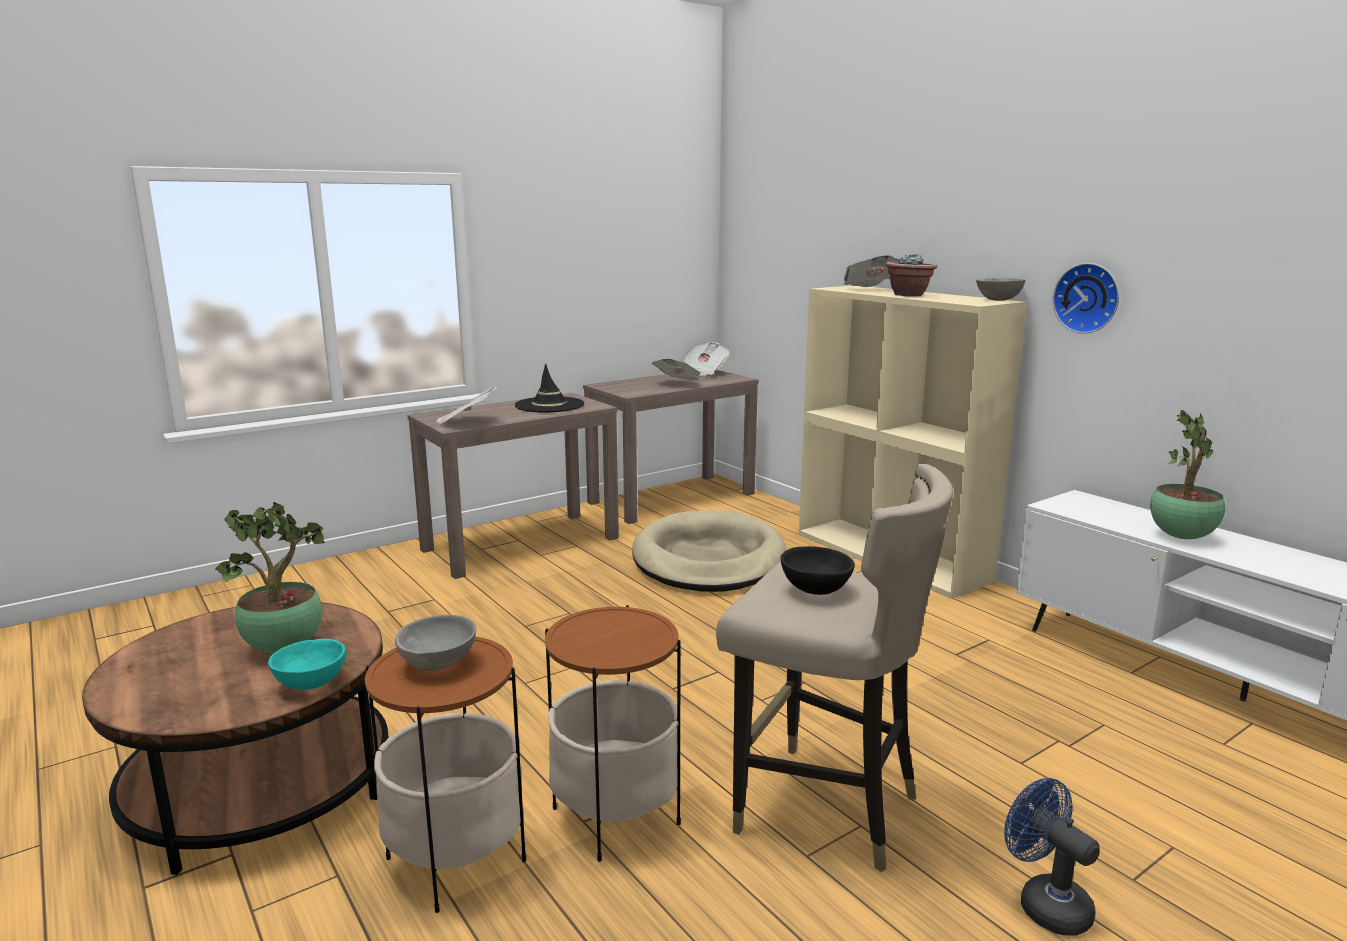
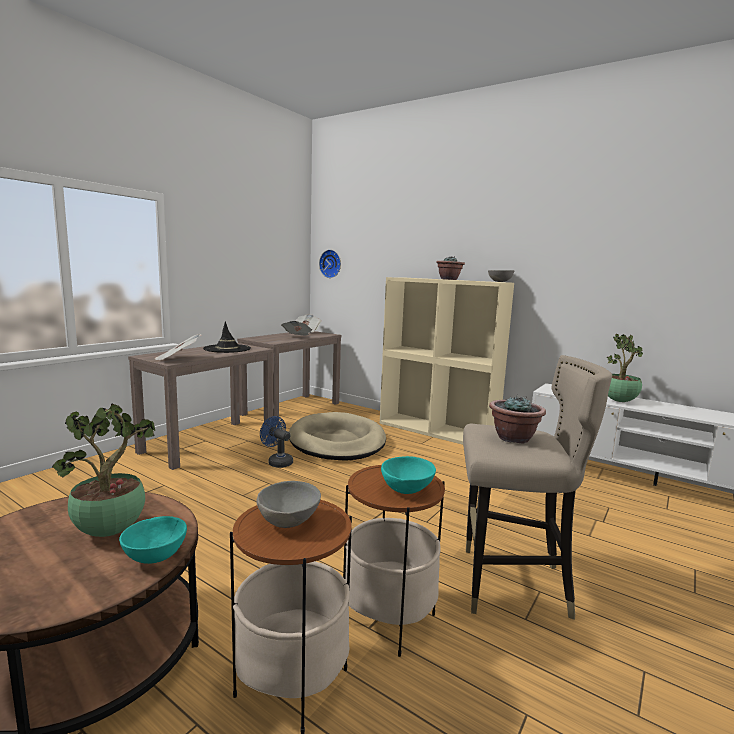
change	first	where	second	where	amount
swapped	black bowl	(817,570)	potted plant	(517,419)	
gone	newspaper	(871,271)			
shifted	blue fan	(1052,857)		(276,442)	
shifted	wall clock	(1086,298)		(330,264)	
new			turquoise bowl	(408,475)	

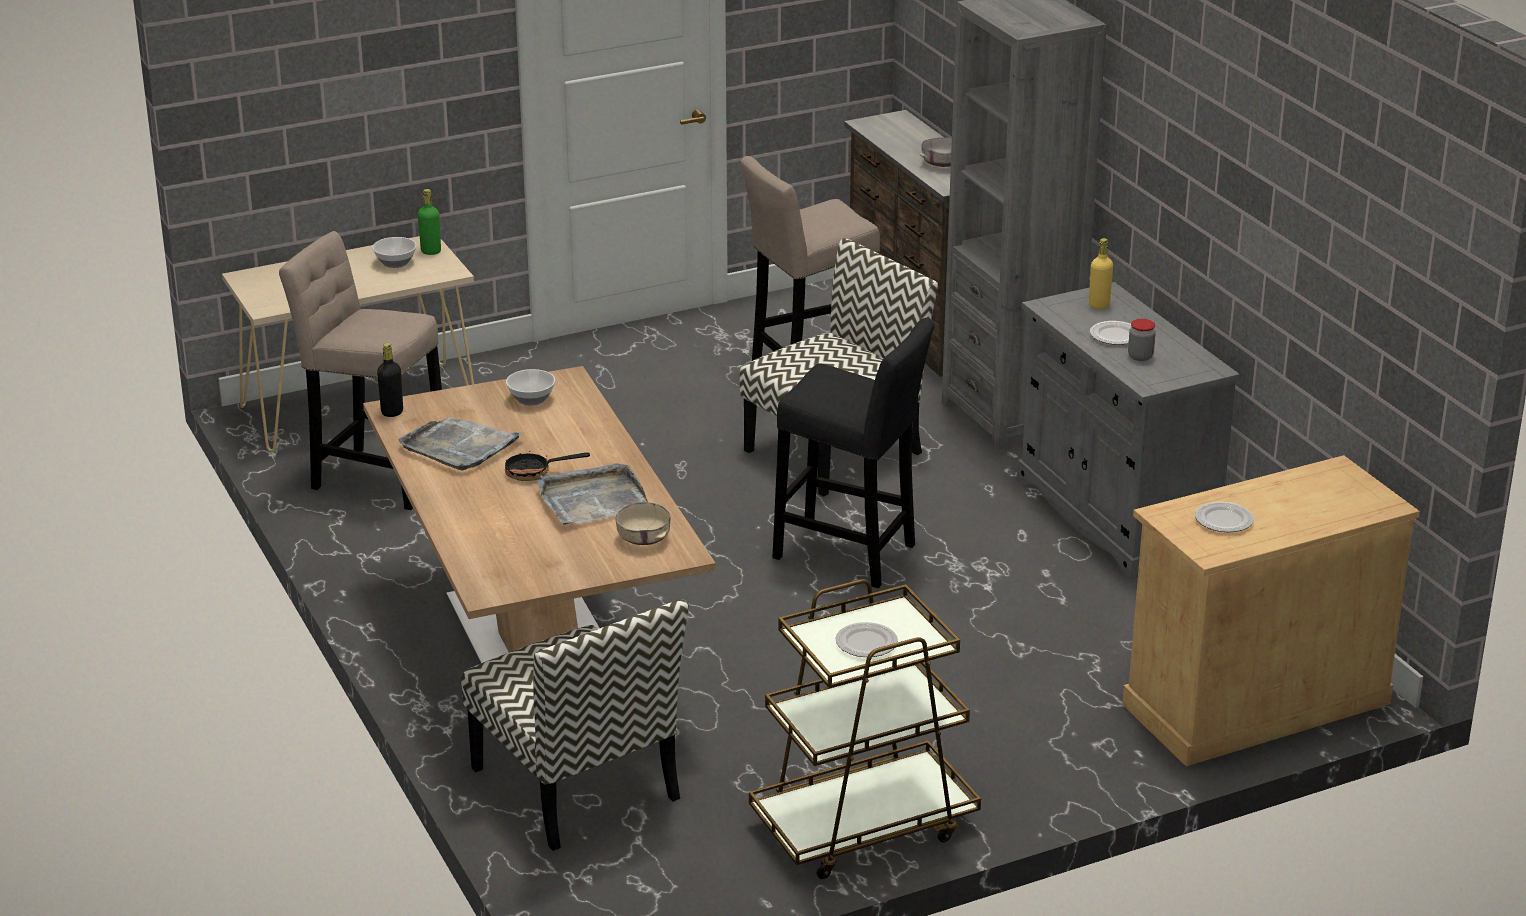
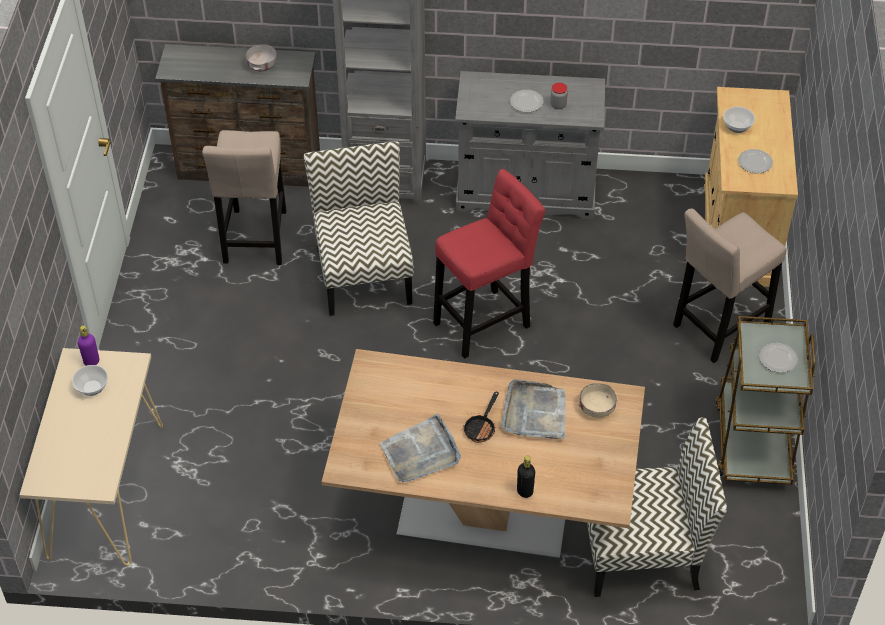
change	first	where	second	where	amount
shifted	beige stool	(360,370)		(730,286)	
shifted	black bottle	(390,380)		(526,477)	
repainted	green bottle	(429,222)	purple bottle	(88,345)	
shifted	bowl	(530,387)		(739,120)	
repainted	black stool	(853,453)	red stool	(489,263)	
gone	yellow bottle	(1101,273)			

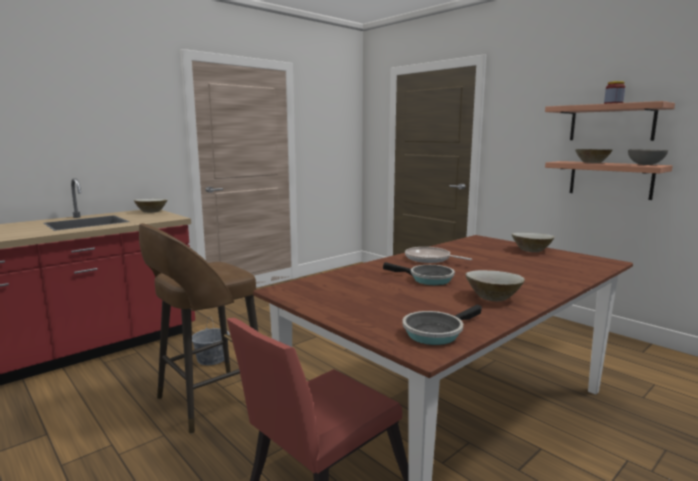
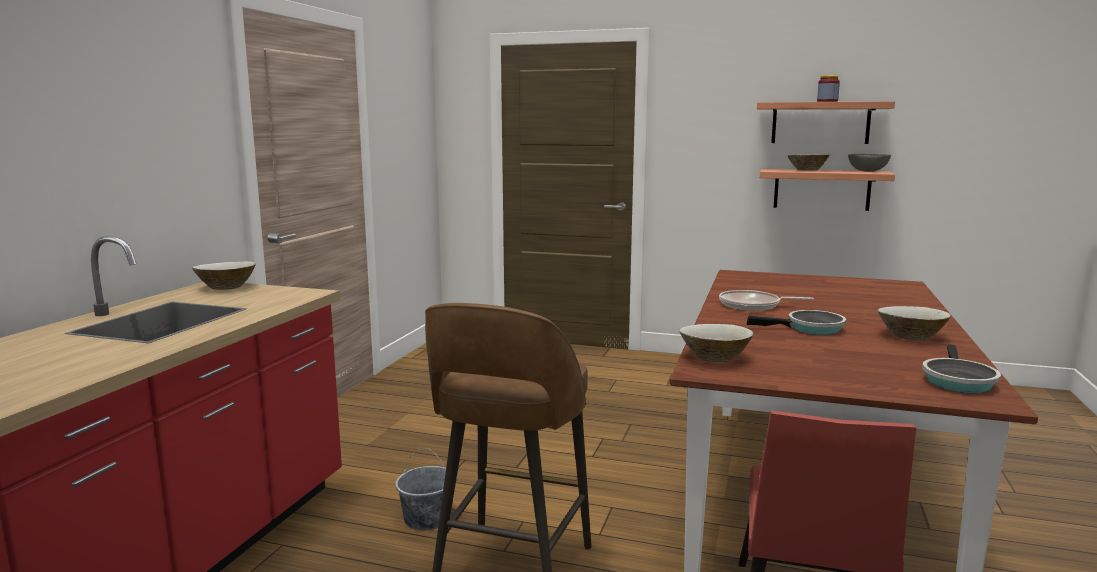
change	first	where	second	where	amount
shifted	beige bowl	(533,242)		(717,343)	

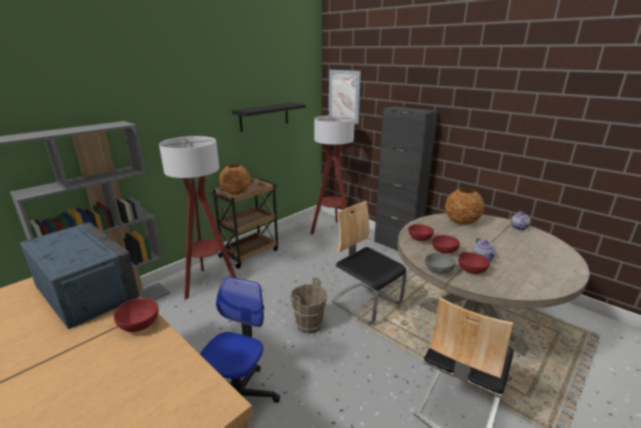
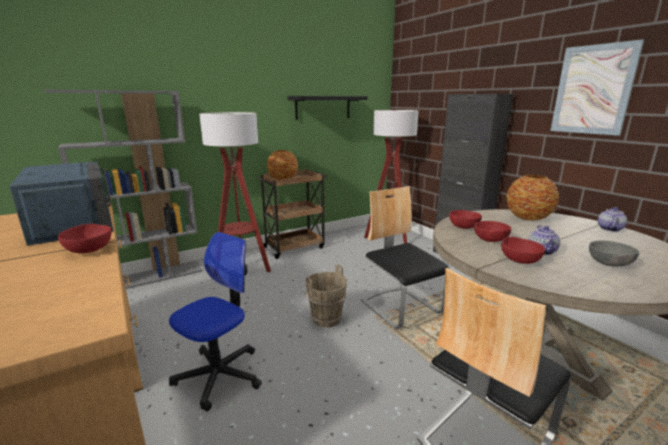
change	first	where	second	where	amount
shifted	picture	(345,97)		(597,87)	
shifted	grey bowl	(440,263)		(614,253)	

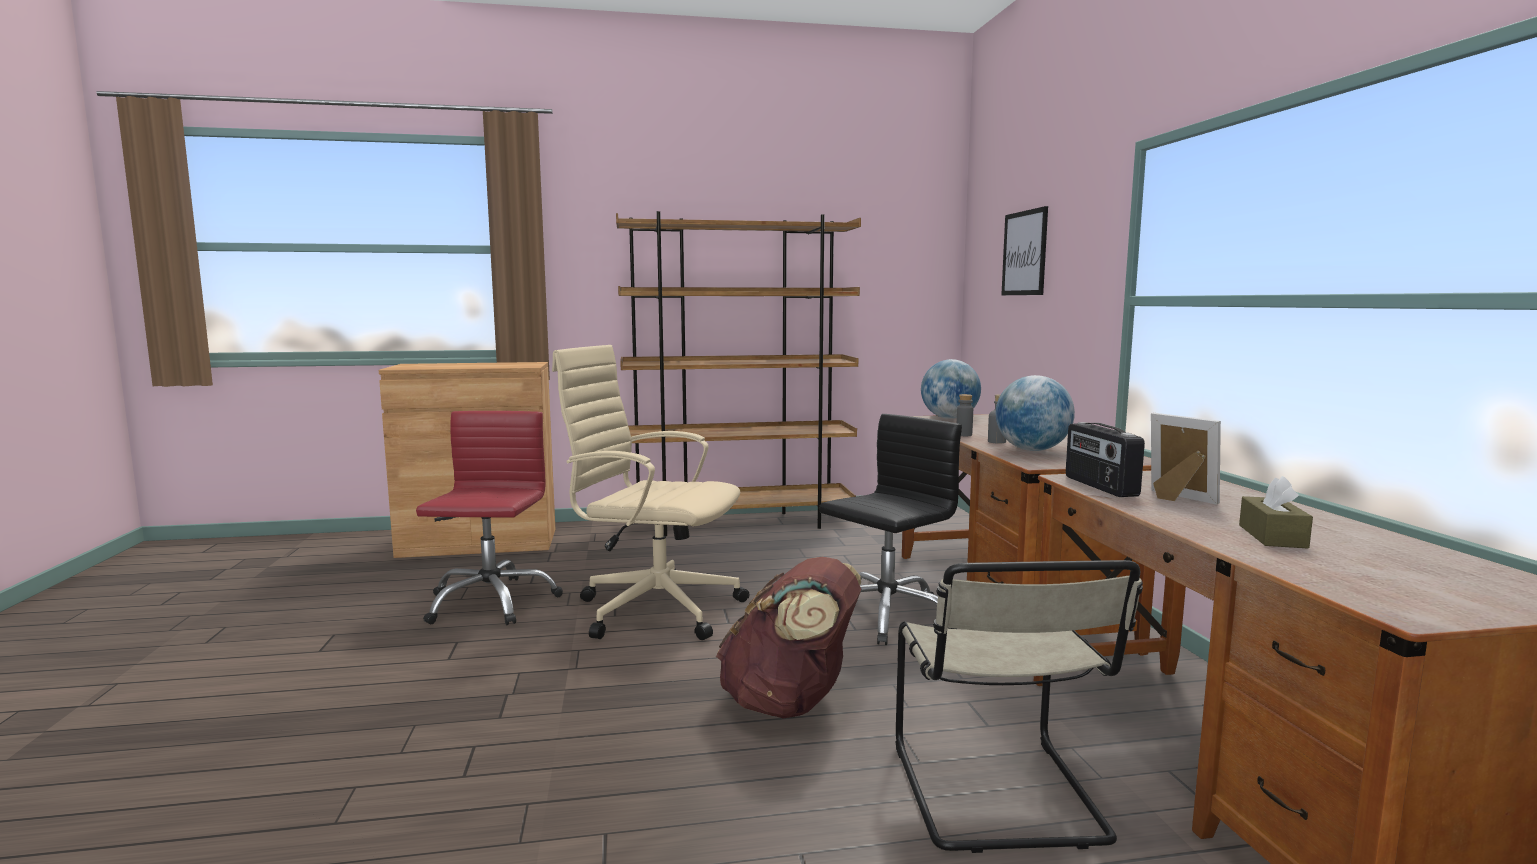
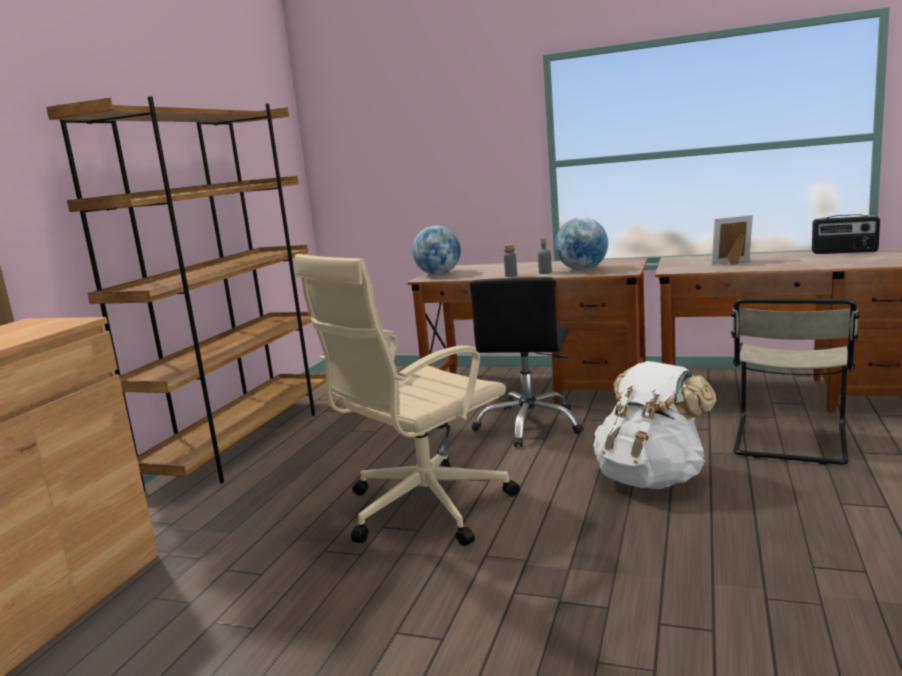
change	first	where	second	where	amount
gone	red office chair	(489,518)			
repainted	brown backpack	(788,638)	white backpack	(654,425)	
rotated	black office chair	(890,529)		(526,362)	150 degrees counterclockwise
rotated	beige chair	(1019,706)		(795,381)	90 degrees clockwise
gone	picture	(1024,250)			
shifted	radio	(1105,459)		(846,234)	
gone	brown tissue box	(1276,512)			

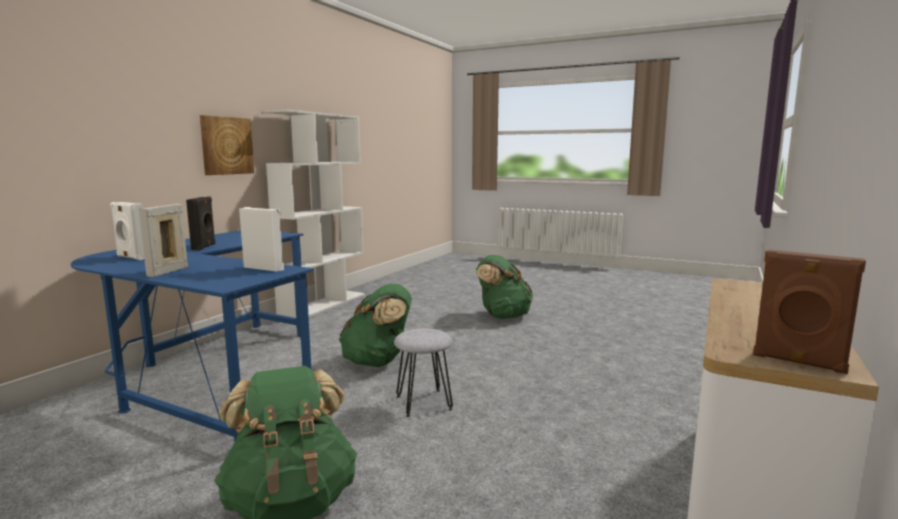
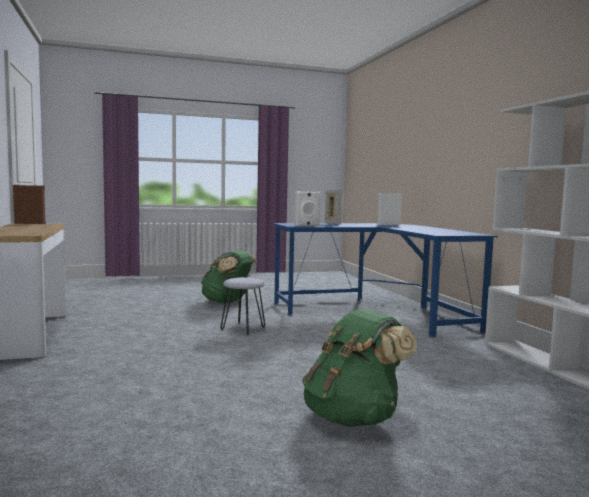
change	first	where	second	where	amount
gone	black speaker	(201,223)			
gone	picture	(227,145)			
gone	green backpack	(375,325)			

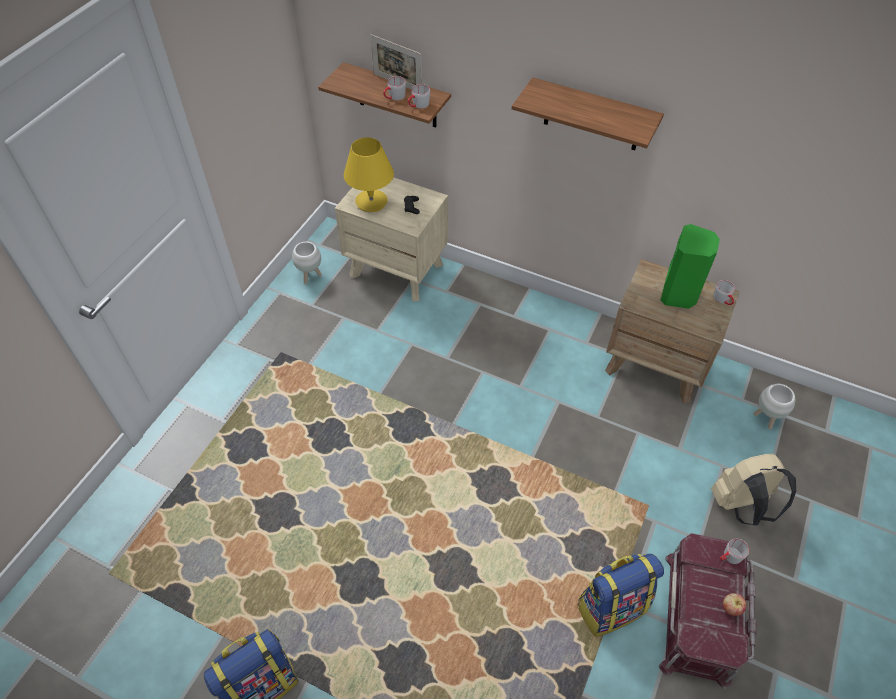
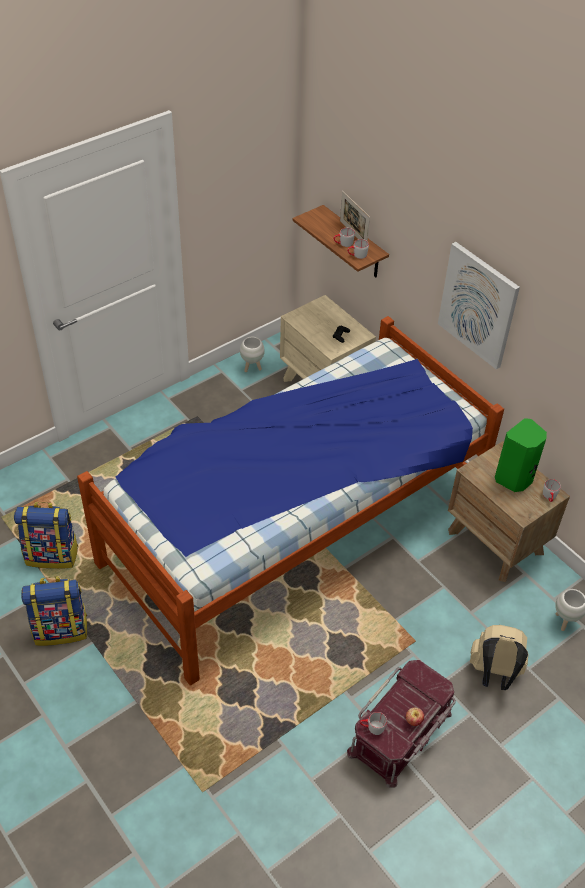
change	first	where	second	where	amount
gone	yellow table lamp	(369,174)			
swapped	shelf	(588,113)	picture	(479,306)	
shifted	backpack	(620,595)		(46,535)	
shifted	grey mug	(734,551)		(373,723)	
new			bed	(290,501)	

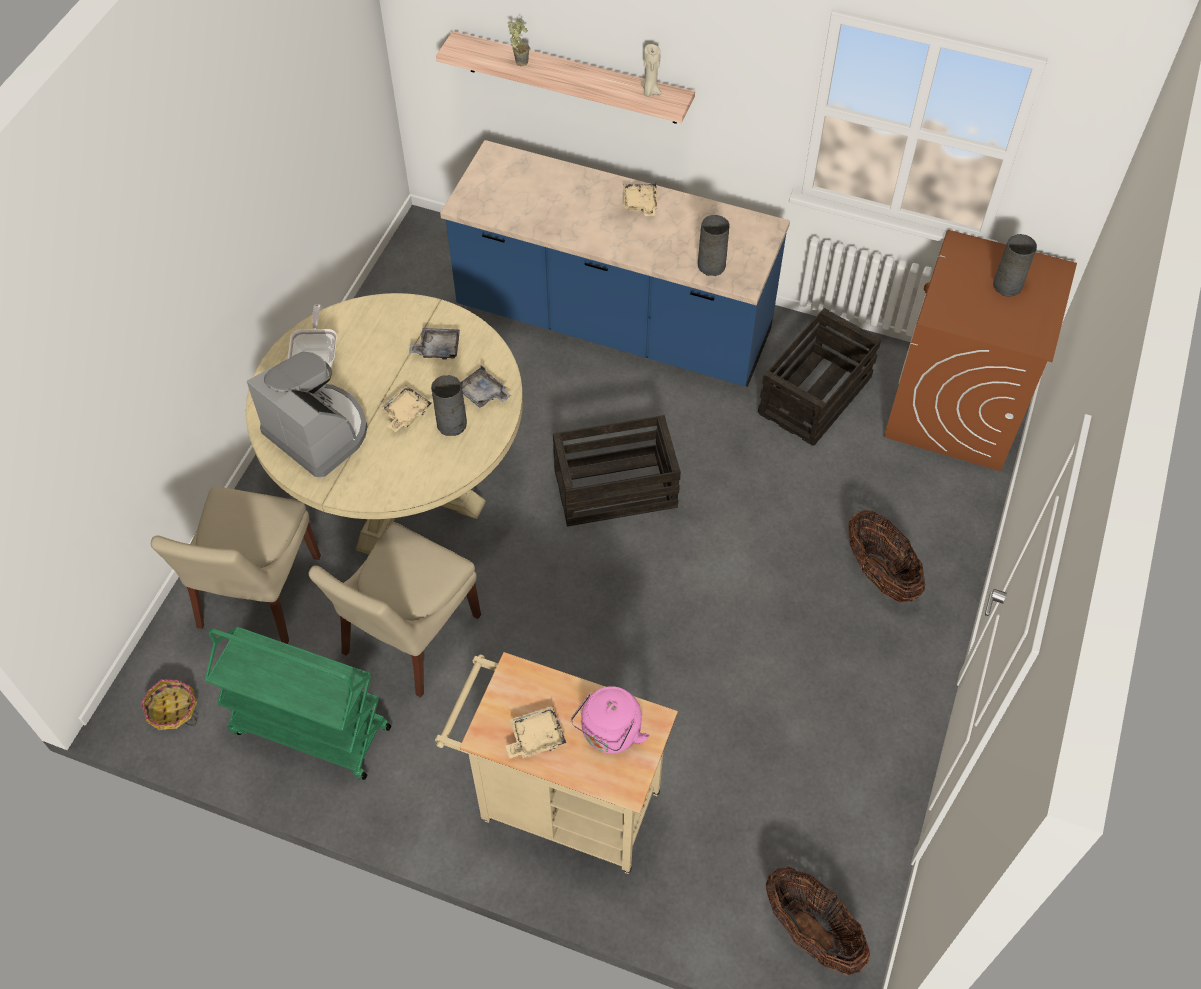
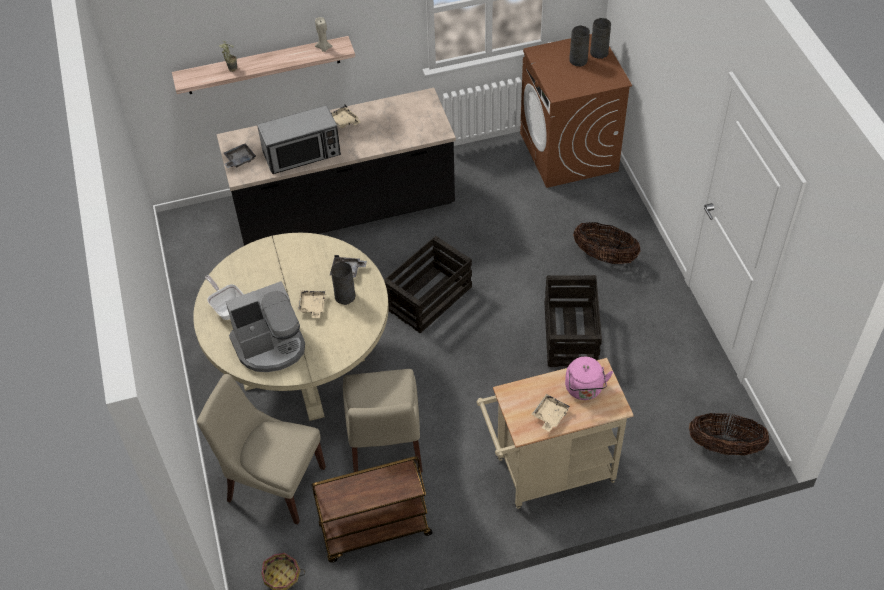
change	first	where	second	where	amount
rotated	beige chair	(236,565)		(261,449)	135 degrees clockwise
repainted	green cart	(298,703)	brown cart	(372,509)	
rotated	coffee machine	(307,414)		(265,326)	150 degrees clockwise
shifted	grey tray	(434,344)		(240,155)	
repainted	blue counter	(615,263)	black counter	(336,167)	
shifted	grey vase	(713,245)		(600,38)	
shifted	crate	(819,377)		(573,321)	
new			microwave	(299,139)	

